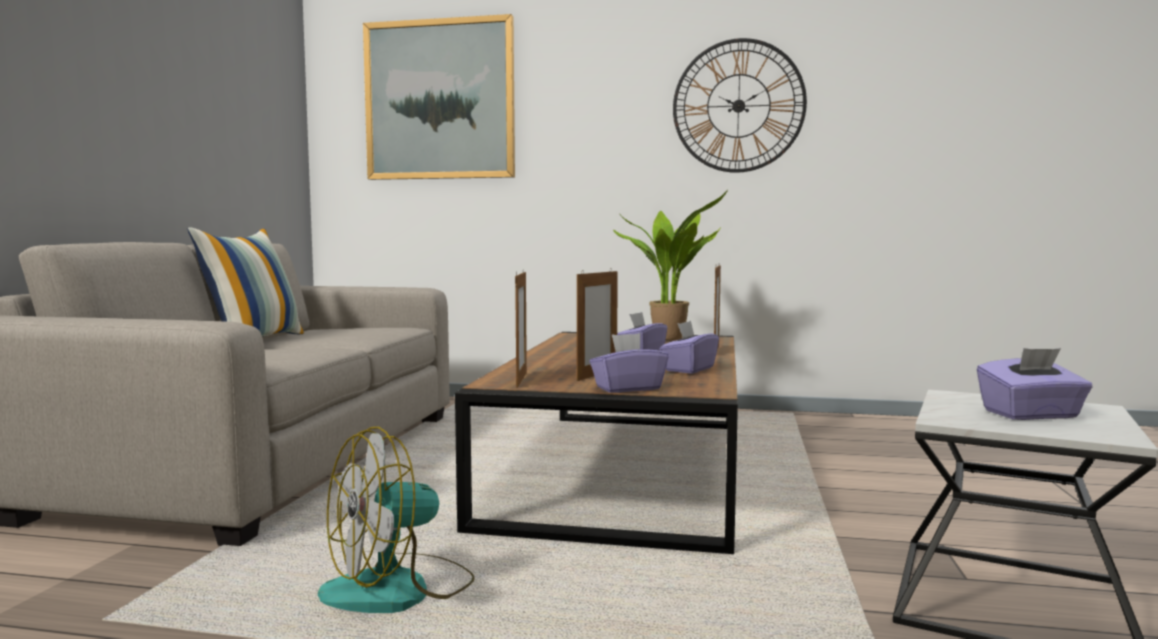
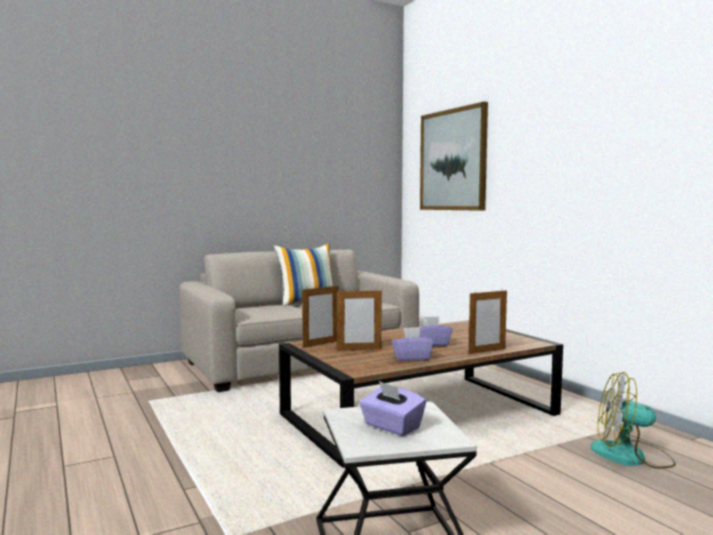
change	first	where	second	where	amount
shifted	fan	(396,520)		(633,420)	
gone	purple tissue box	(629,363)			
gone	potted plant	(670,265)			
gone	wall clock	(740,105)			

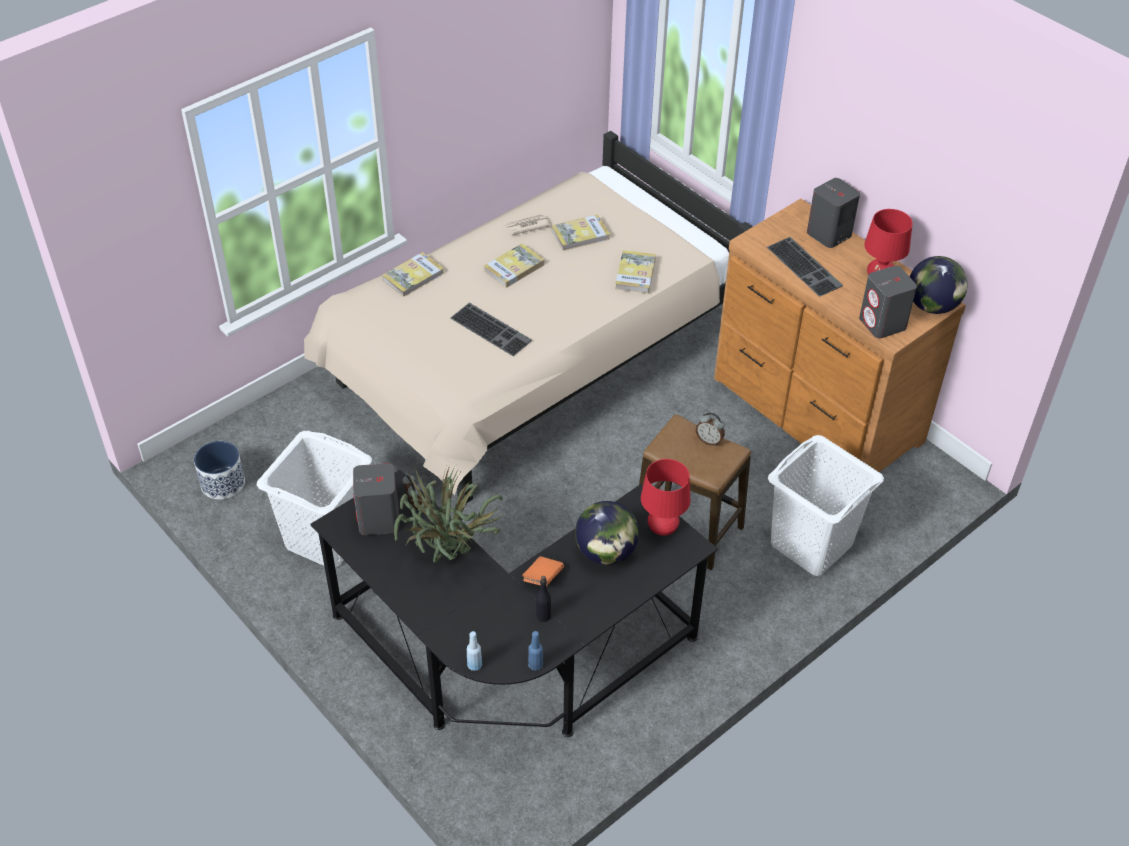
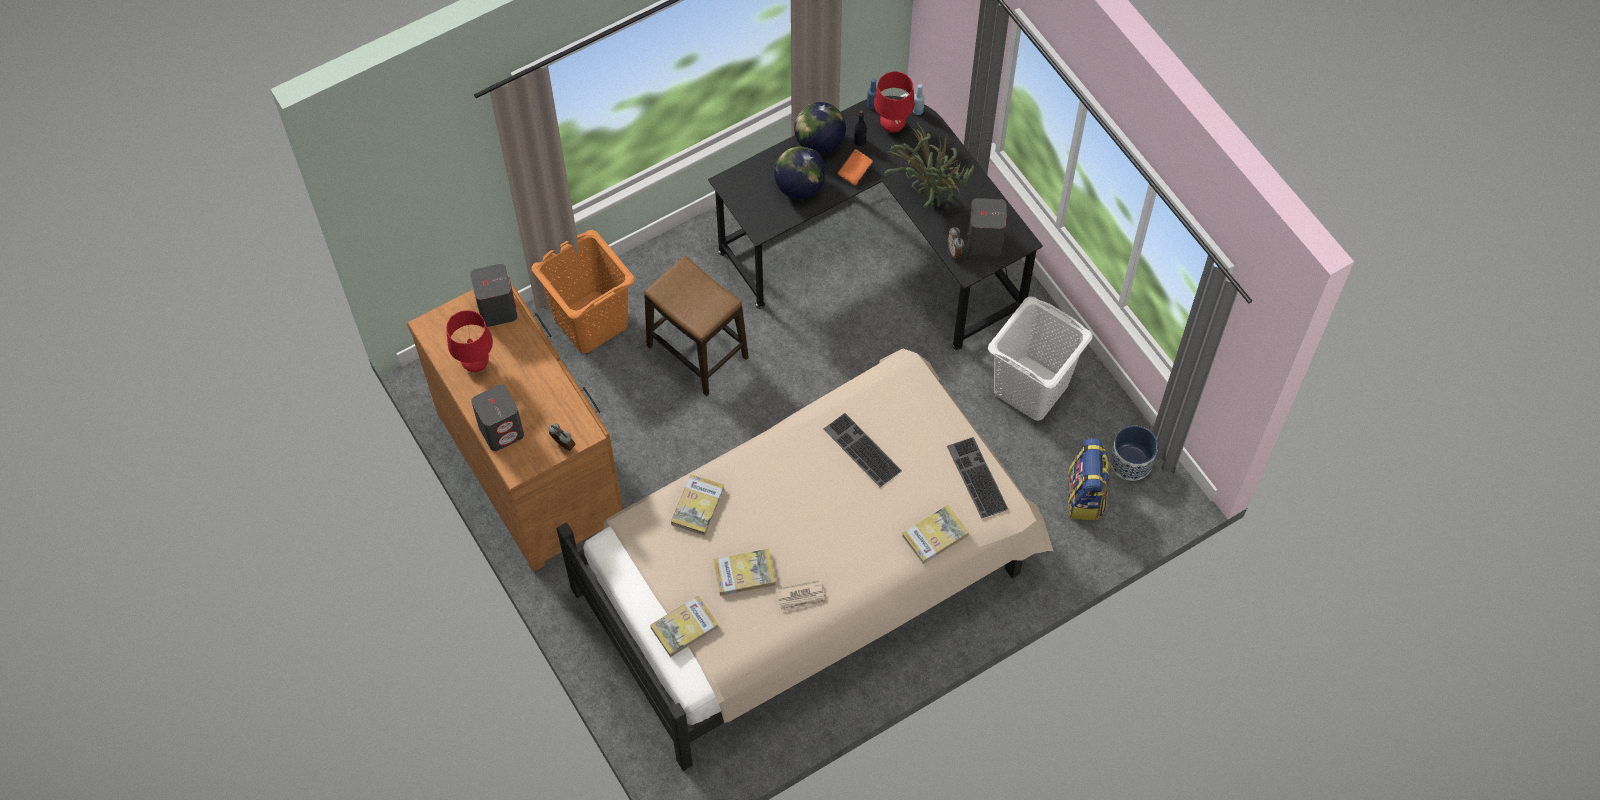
change	first	where	second	where	amount
shifted	book	(514,266)		(684,626)	
shifted	red table lamp	(665,497)		(894,102)	
shifted	alarm clock	(710,429)		(562,437)	
shifted	keyboard	(805,267)		(977,478)	
repainted	white laundry basket	(826,505)	orange laundry basket	(583,291)	
shifted	globe	(939,285)		(820,128)	
new			backpack	(1089,479)	

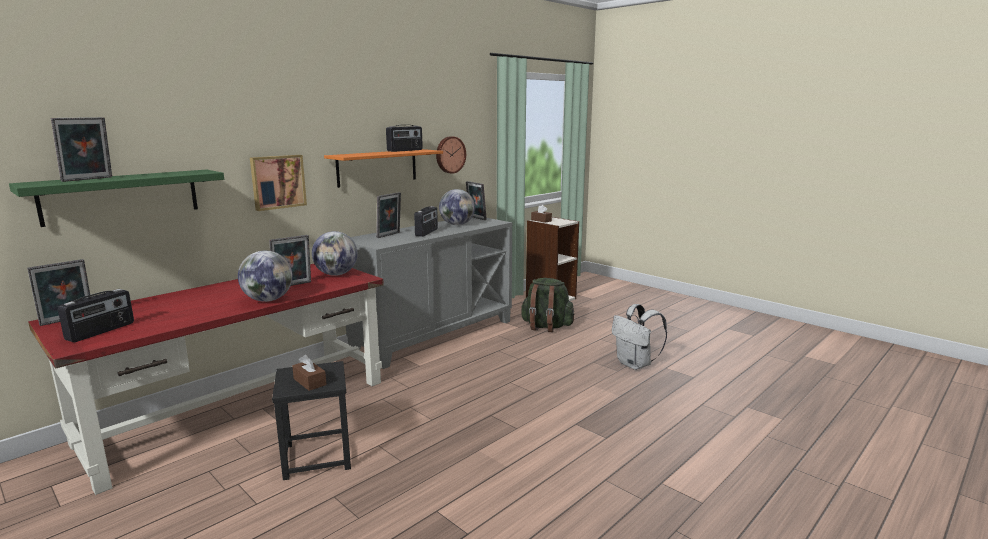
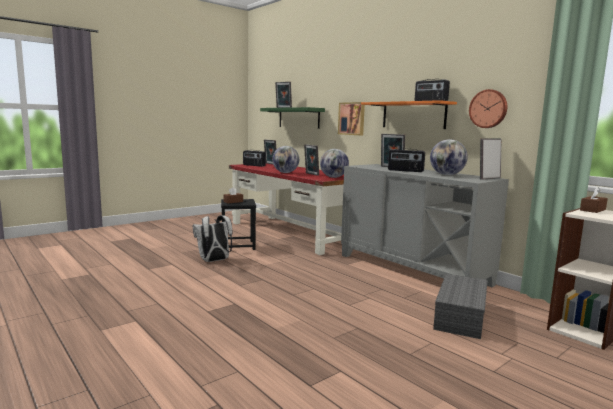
change	first	where	second	where	amount
swapped	green backpack	(547,305)	grey storage box	(460,306)	
shifted	white backpack	(639,337)		(212,238)	

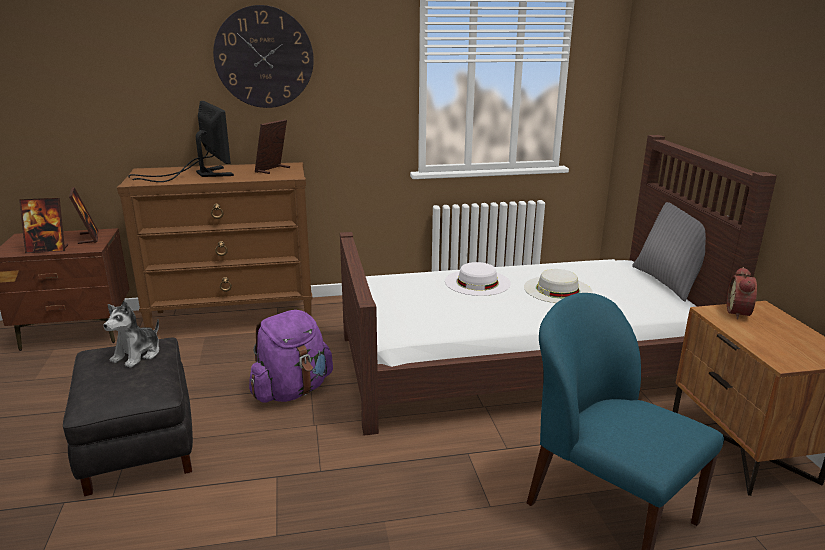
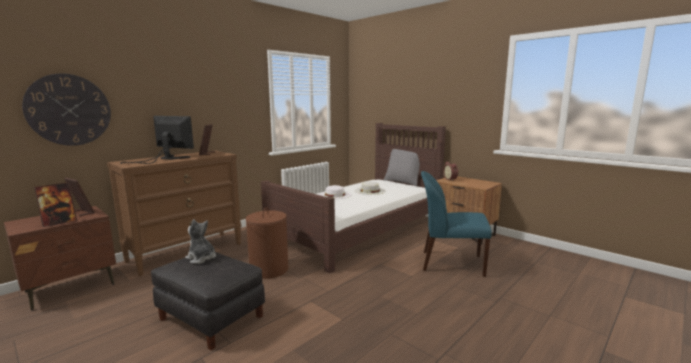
change	first	where	second	where	amount
rotated	plush toy	(131,334)		(200,241)	135 degrees clockwise
shifted	wall clock	(263,56)		(66,109)	
swapped	purple backpack	(291,356)	brown laundry basket	(267,243)	

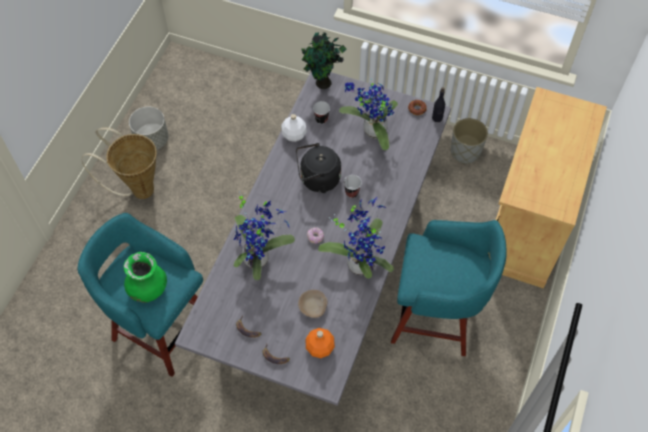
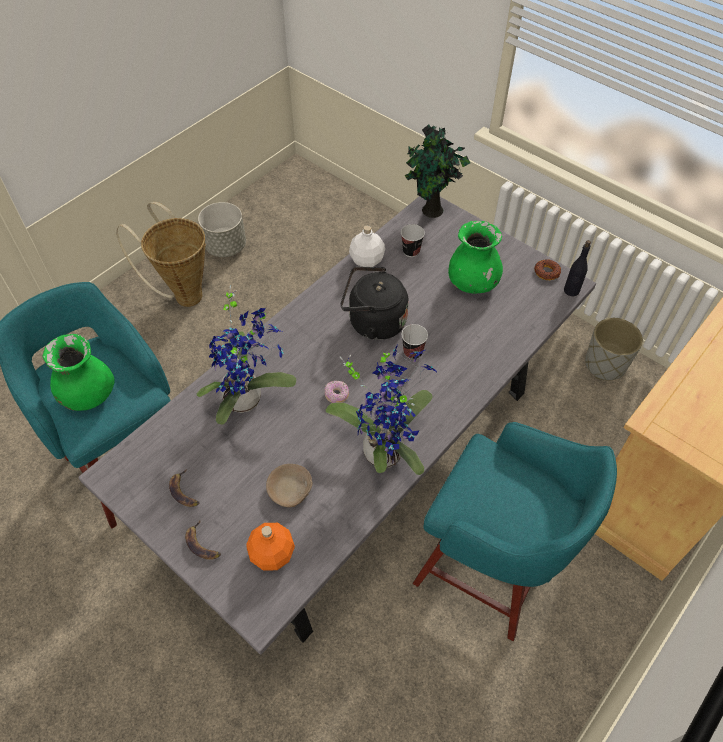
change	first	where	second	where	amount
swapped	potted plant	(368,114)	green vase	(475,257)	

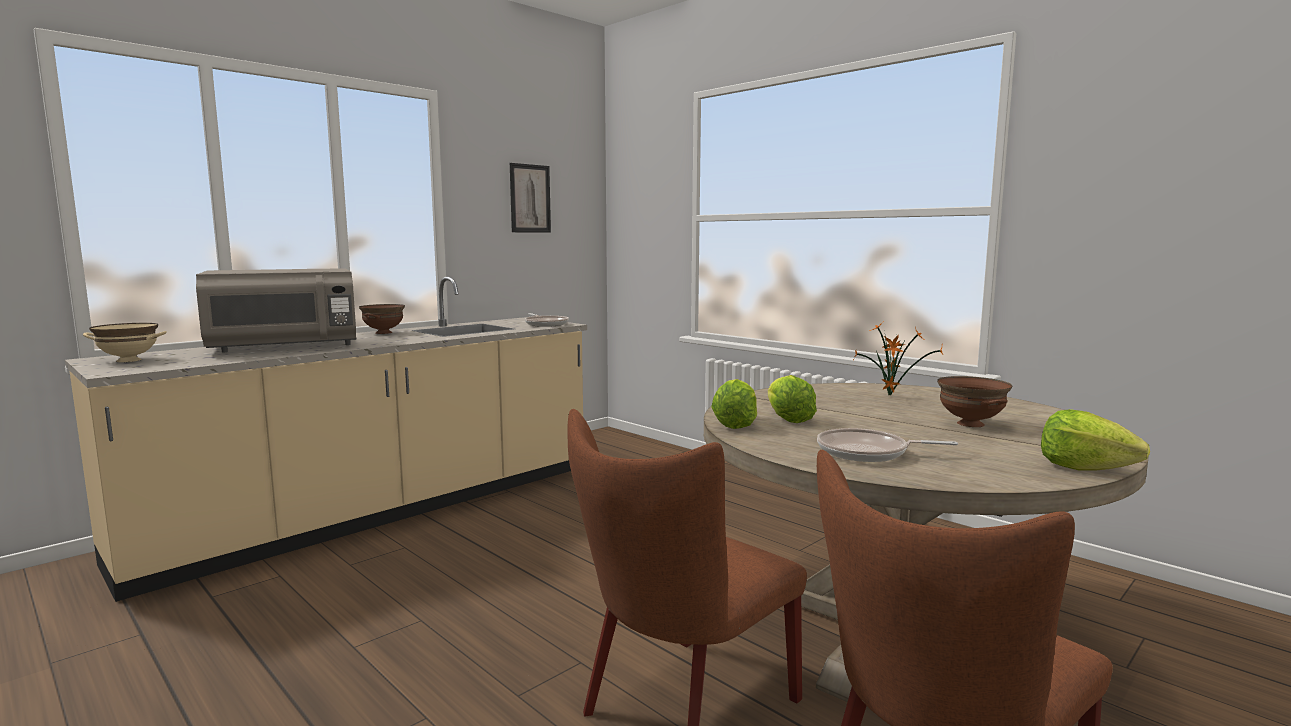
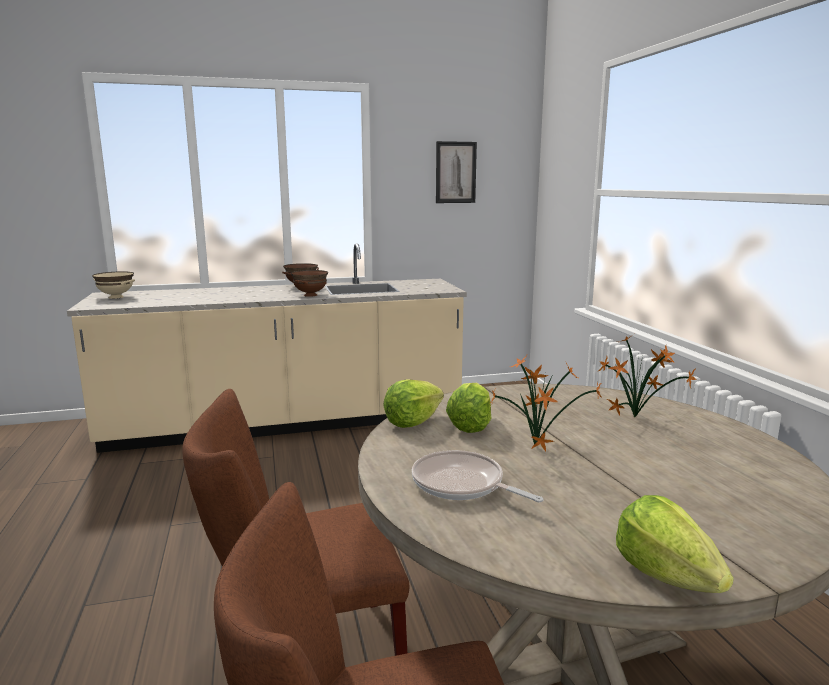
change	first	where	second	where	amount
gone	grey microwave	(276,310)			
gone	frying pan	(547,320)			
shifted	brown bowl	(974,401)		(309,283)	
new			potted plant	(546,403)	

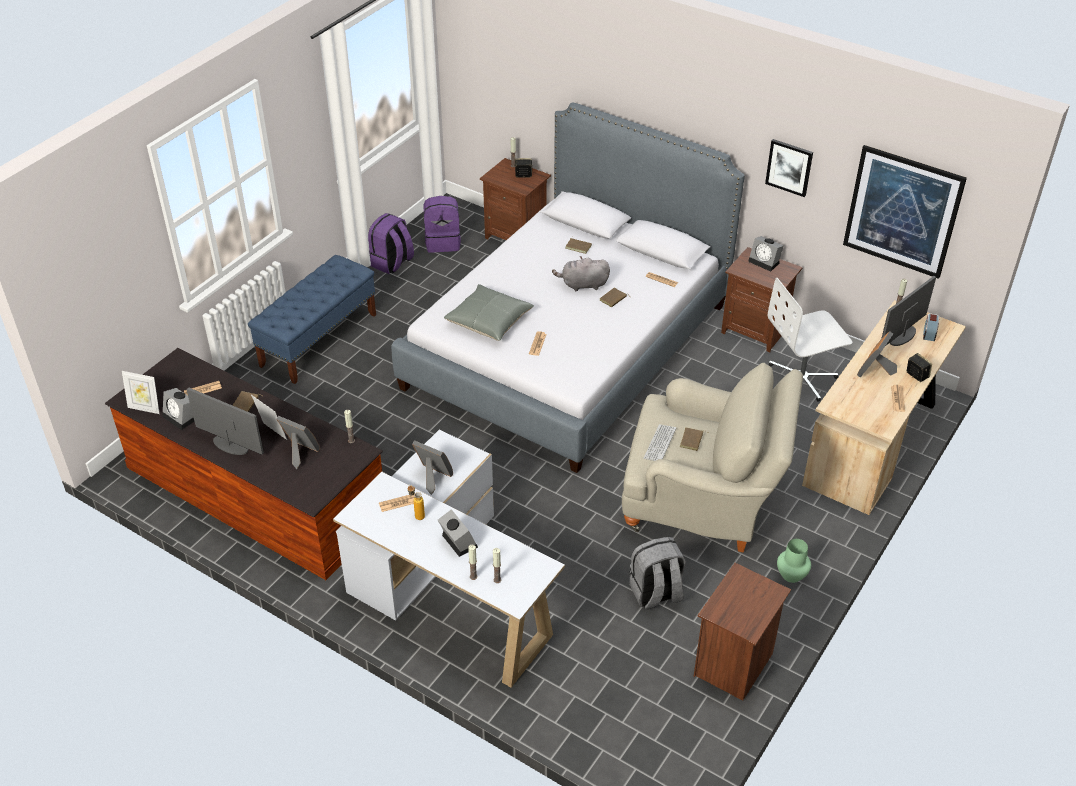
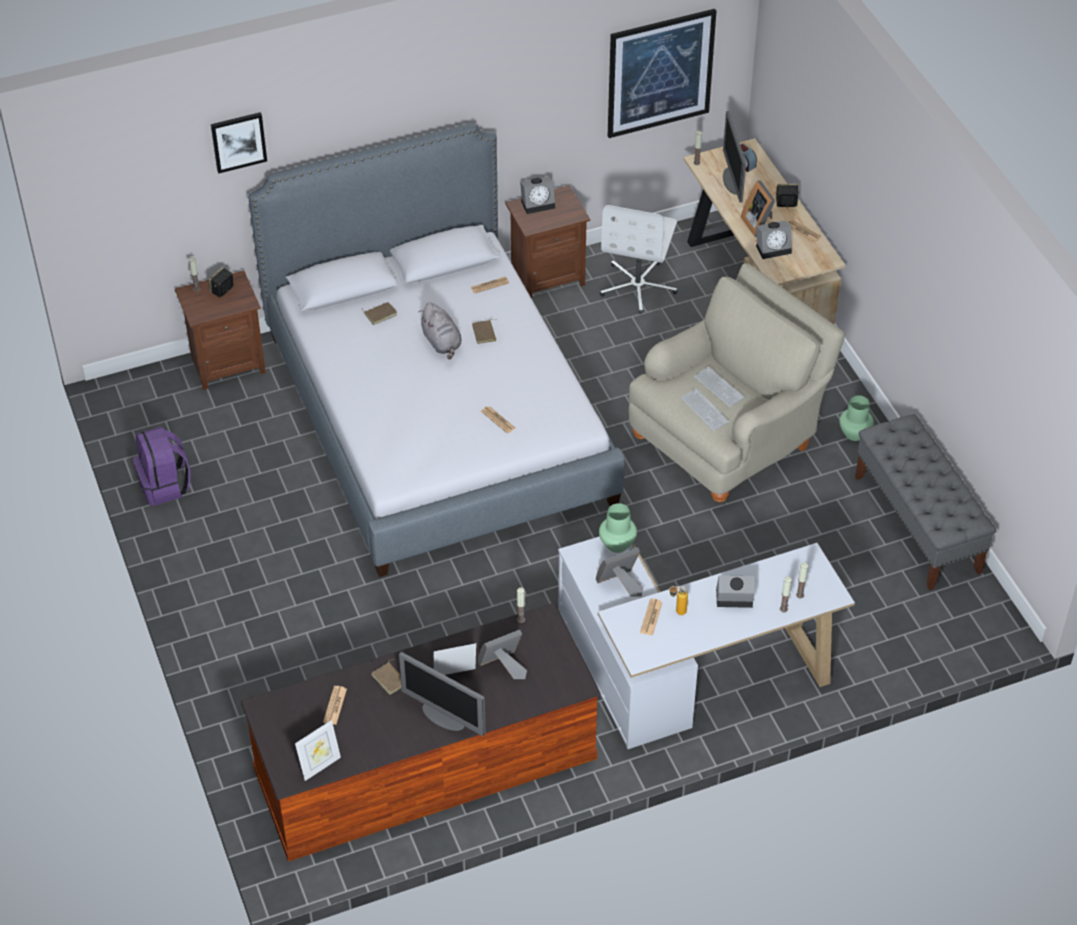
change	first	where	second	where	amount
shifted	alarm clock	(178,409)		(774,239)	
rotated	monitor	(225,421)		(442,694)	120 degrees counterclockwise
gone	blue bench	(312,319)			
gone	purple backpack	(442,224)			
gone	grey pillow	(489,312)			
rotated	grey plush toy	(581,273)		(440,331)	60 degrees counterclockwise
gone	grey backpack	(657,573)			
swapped	brown book	(694,439)	keyboard	(719,386)	
swapped	brown nightstand	(742,632)	grey bench	(925,502)	
shifted	picture	(789,168)		(239,143)	
new			green vase	(618,528)	

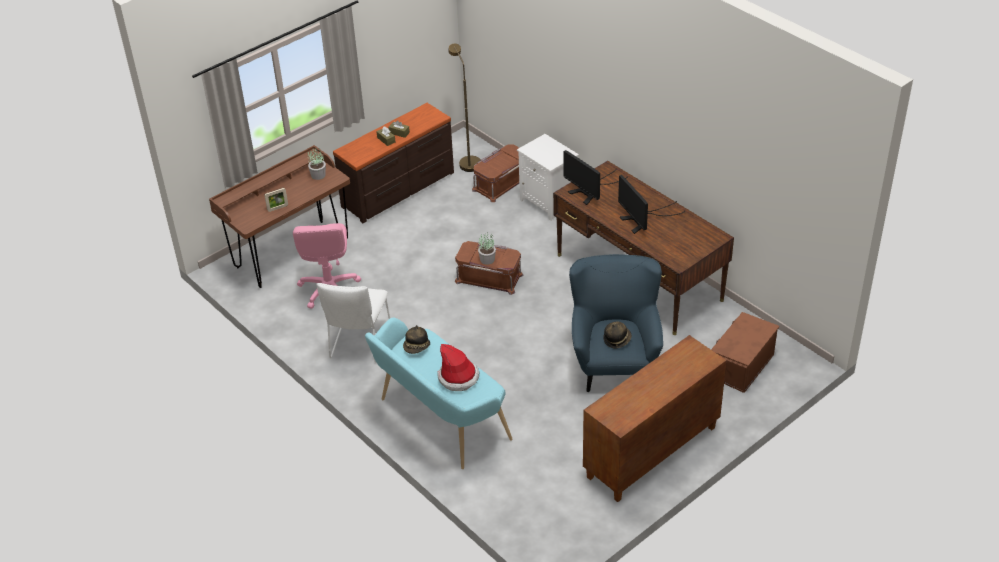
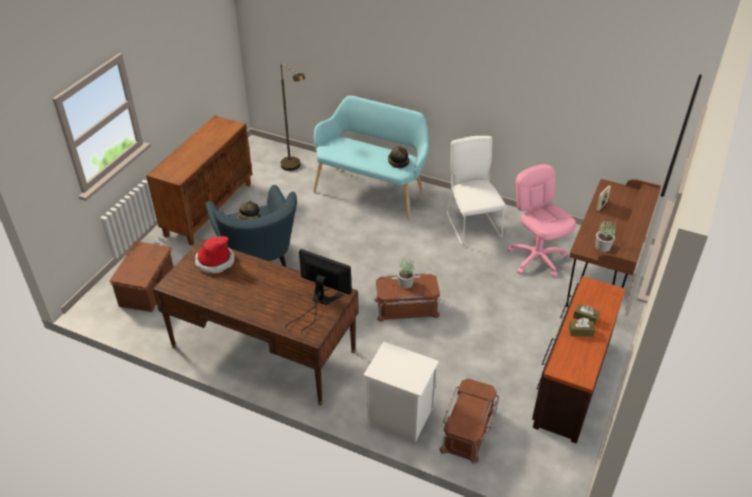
change	first	where	second	where	amount
shifted	hat	(458,367)		(214,255)	
shifted	brown floor lamp	(465,108)		(292,117)	
gone	monitor	(651,204)			

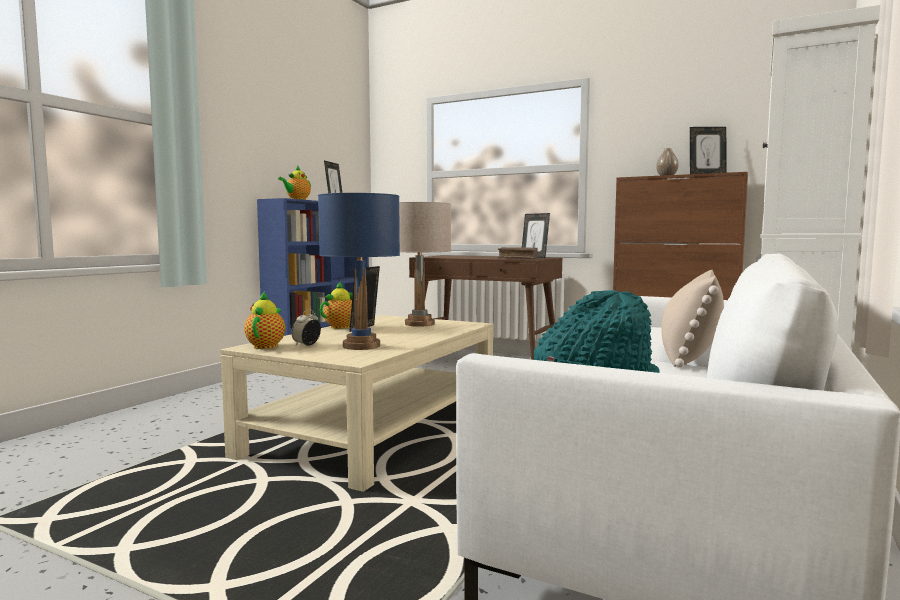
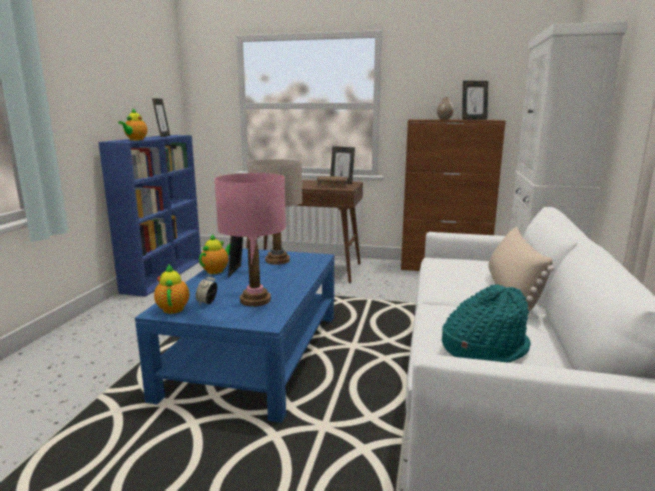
change	first	where	second	where	amount
repainted	beige coffee table	(356,403)	blue coffee table	(234,335)	
repainted	blue table lamp	(359,271)	pink table lamp	(250,240)	

